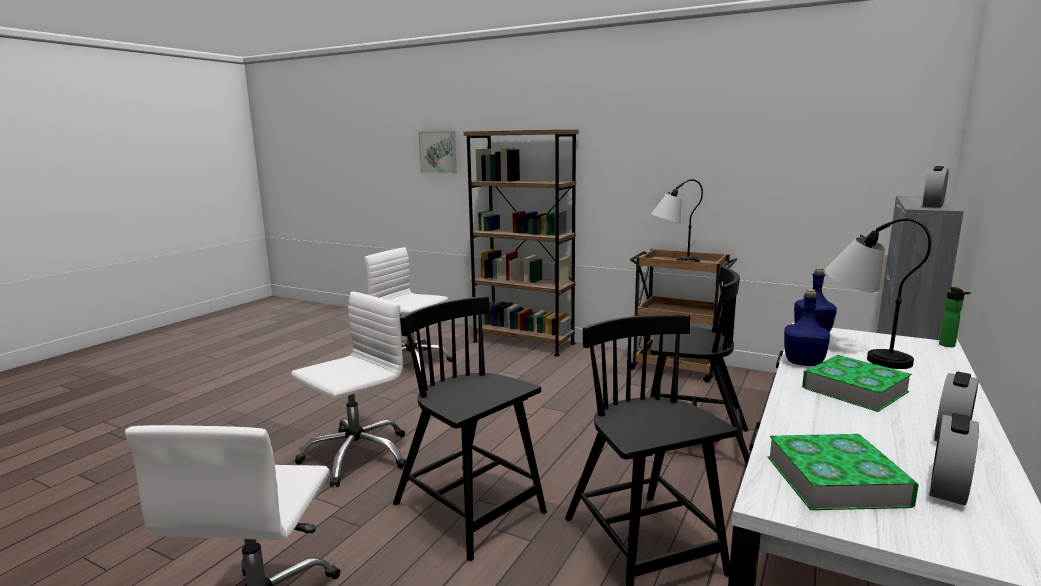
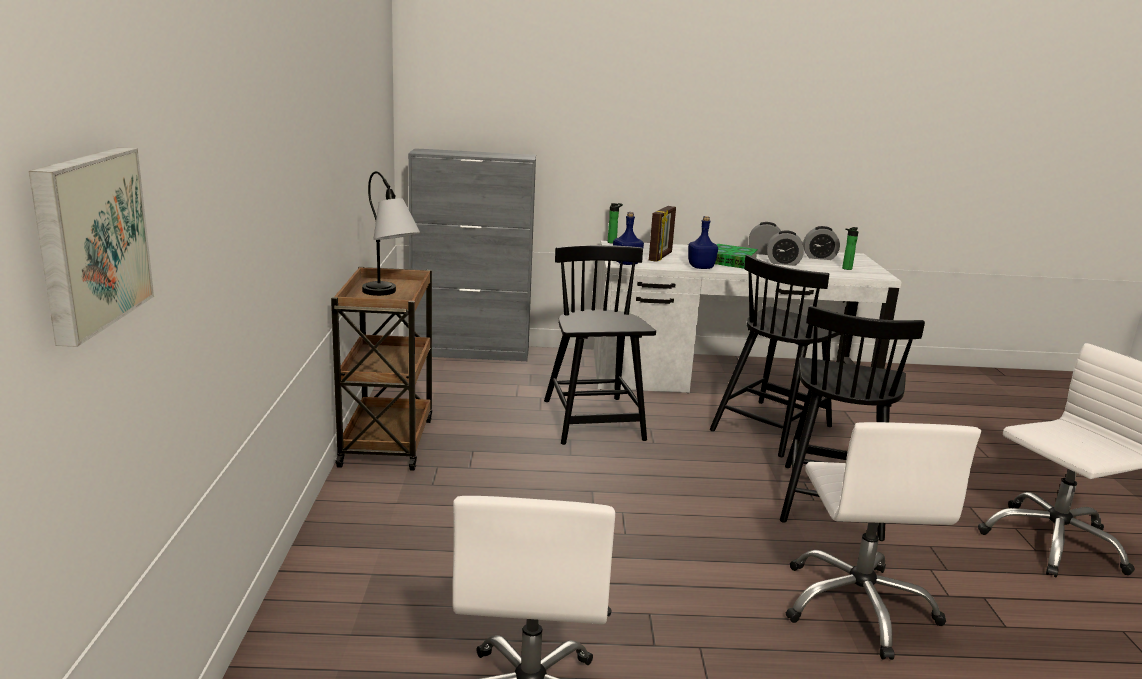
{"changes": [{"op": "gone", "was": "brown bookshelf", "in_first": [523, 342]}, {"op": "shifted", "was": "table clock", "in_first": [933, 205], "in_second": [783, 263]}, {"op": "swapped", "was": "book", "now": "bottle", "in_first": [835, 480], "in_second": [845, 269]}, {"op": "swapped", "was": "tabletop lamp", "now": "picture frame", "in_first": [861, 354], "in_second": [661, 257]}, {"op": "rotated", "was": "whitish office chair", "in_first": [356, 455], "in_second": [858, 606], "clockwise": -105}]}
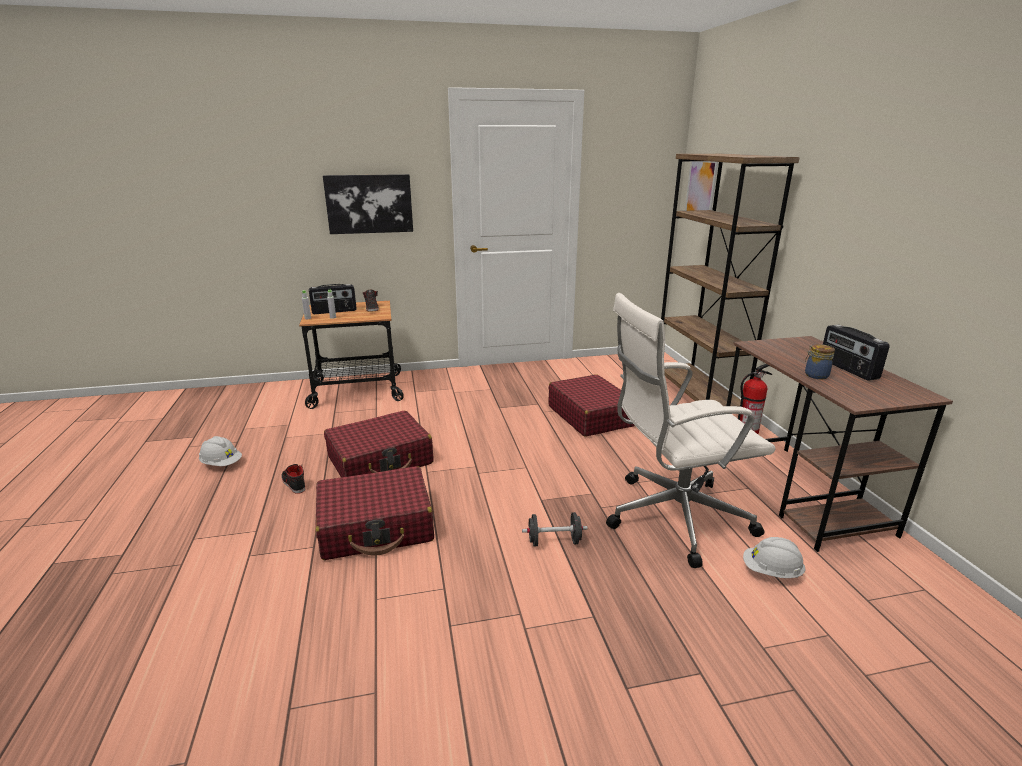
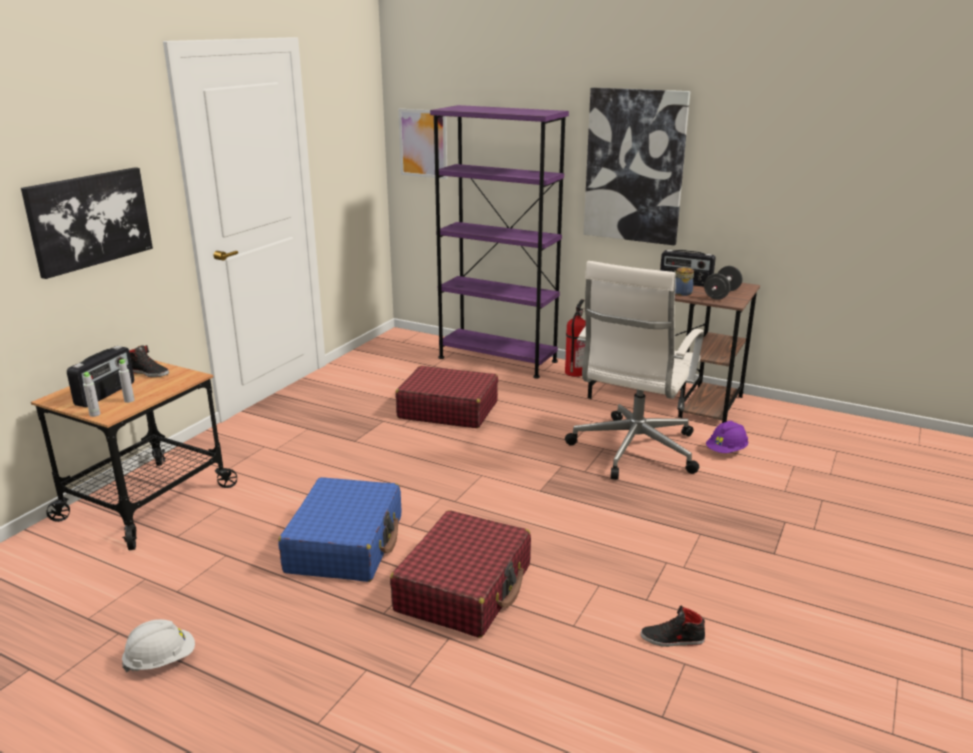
{"changes": [{"op": "new", "now": "picture", "in_second": [635, 166]}, {"op": "shifted", "was": "blackish item of footwear", "in_first": [293, 483], "in_second": [672, 639]}, {"op": "shifted", "was": "blackish hand weight", "in_first": [554, 541], "in_second": [721, 294]}, {"op": "repainted", "was": "red-coloured suitcase", "now": "blue-coloured suitcase", "in_first": [380, 460], "in_second": [346, 544]}, {"op": "repainted", "was": "brown bookshelf", "now": "purple bookshelf", "in_first": [696, 399], "in_second": [497, 359]}, {"op": "repainted", "was": "whitish safety helmet", "now": "purple safety helmet", "in_first": [771, 572], "in_second": [726, 451]}]}
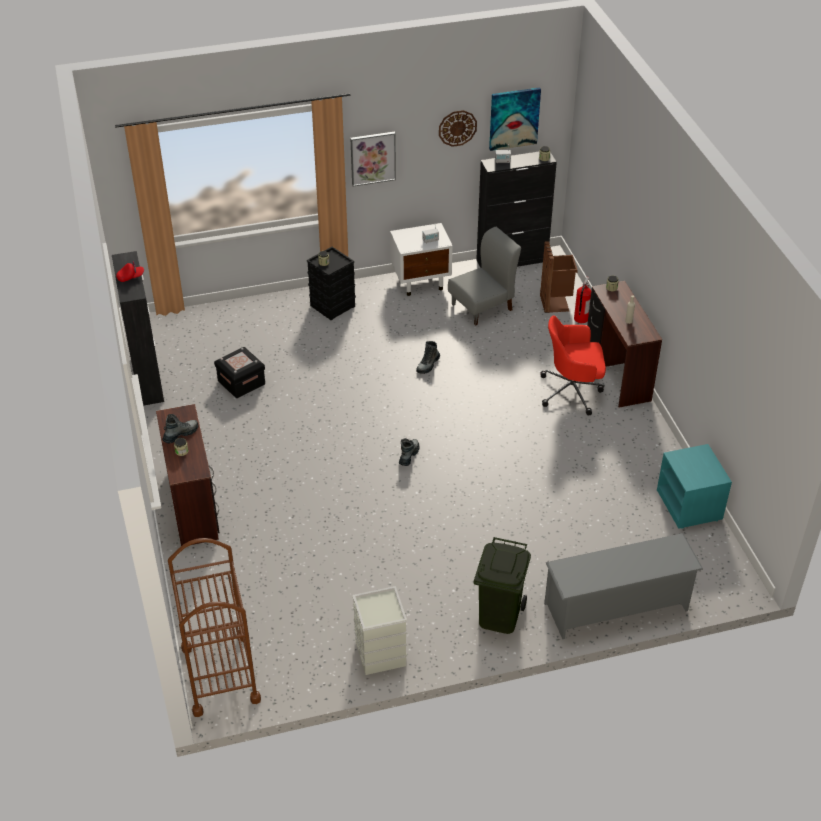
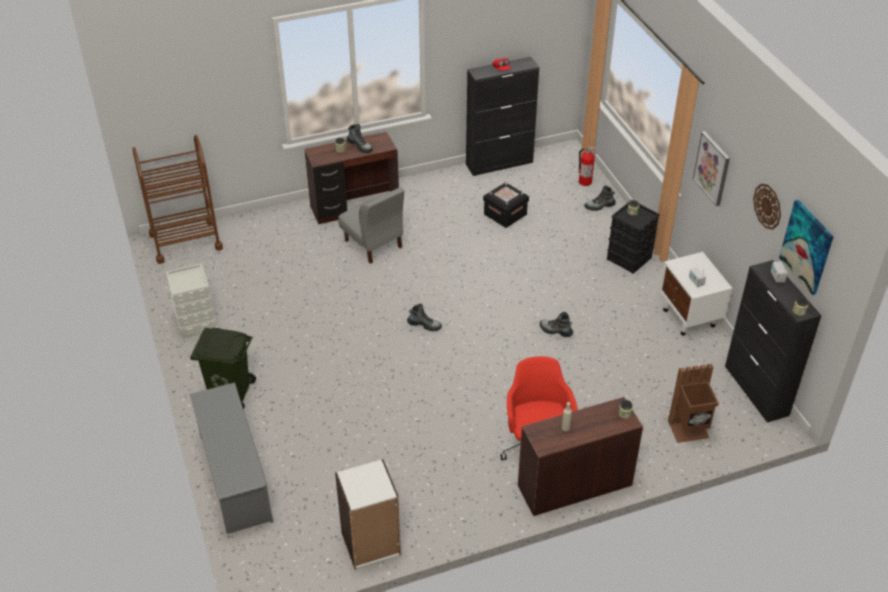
{"changes": [{"op": "new", "now": "boot", "in_second": [599, 206]}, {"op": "shifted", "was": "gray upright chair", "in_first": [482, 307], "in_second": [373, 244]}, {"op": "shifted", "was": "fire-fighting cylinder", "in_first": [580, 319], "in_second": [585, 182]}, {"op": "swapped", "was": "turquoise-coloured bedside table", "now": "whitish bookshelf", "in_first": [690, 505], "in_second": [371, 544]}]}
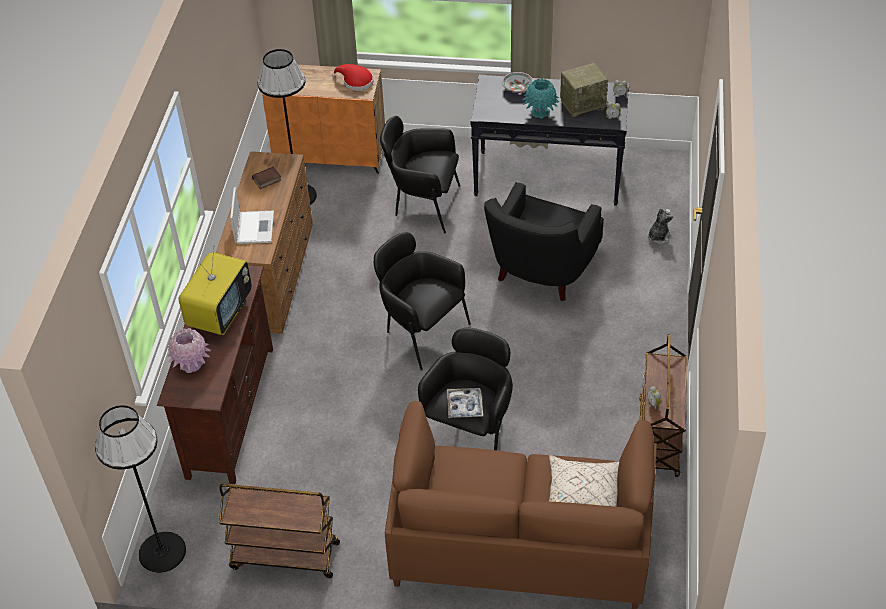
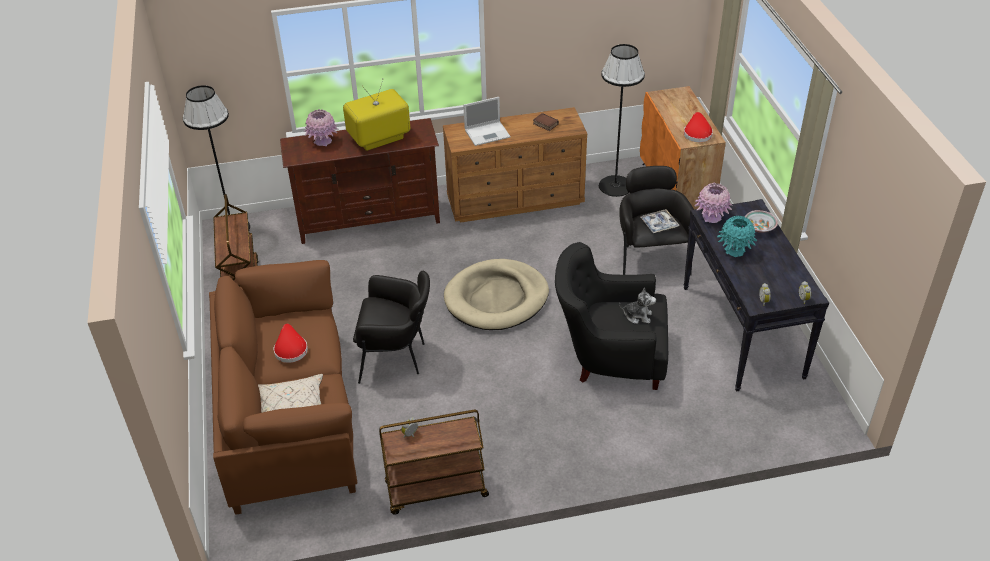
{"changes": [{"op": "gone", "was": "radio receiver", "in_first": [583, 103]}, {"op": "new", "now": "red-coloured hat", "in_second": [290, 349]}, {"op": "new", "now": "pink flower vase", "in_second": [711, 217]}, {"op": "shifted", "was": "serving tray", "in_first": [464, 406], "in_second": [659, 224]}, {"op": "shifted", "was": "soft toy", "in_first": [658, 236], "in_second": [637, 316]}, {"op": "swapped", "was": "blackish armchair", "now": "sand-coloured dog bed", "in_first": [420, 331], "in_second": [496, 298]}, {"op": "rotated", "was": "TV set", "in_first": [220, 313], "in_second": [379, 139], "clockwise": 150}]}
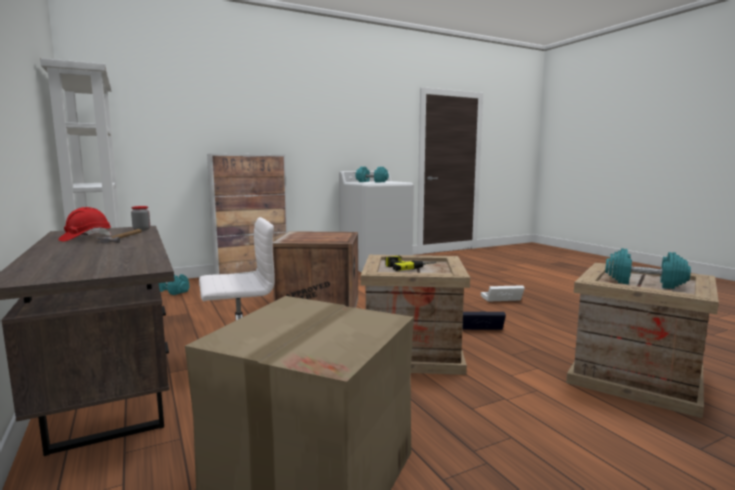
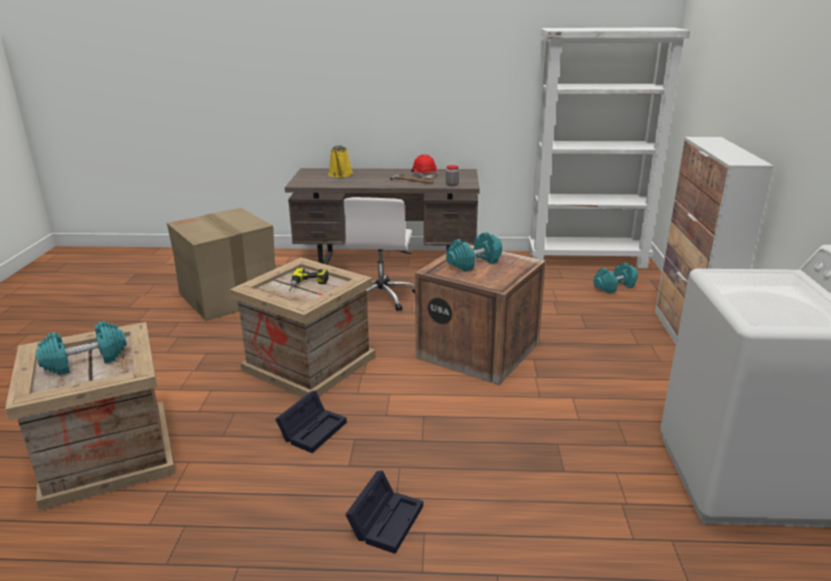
{"changes": [{"op": "new", "now": "yellow sprinkling can", "in_second": [340, 175]}, {"op": "shifted", "was": "turquoise-coloured hand weight", "in_first": [371, 182], "in_second": [474, 263]}, {"op": "repainted", "was": "whitish storage container", "now": "blackish storage container", "in_first": [500, 299], "in_second": [386, 519]}]}
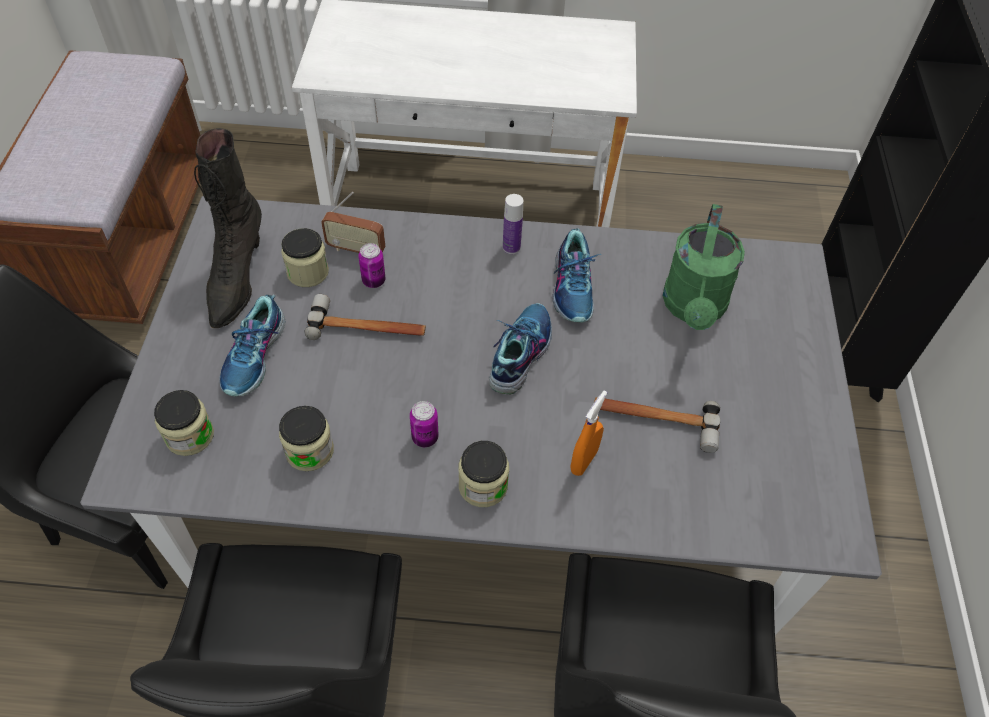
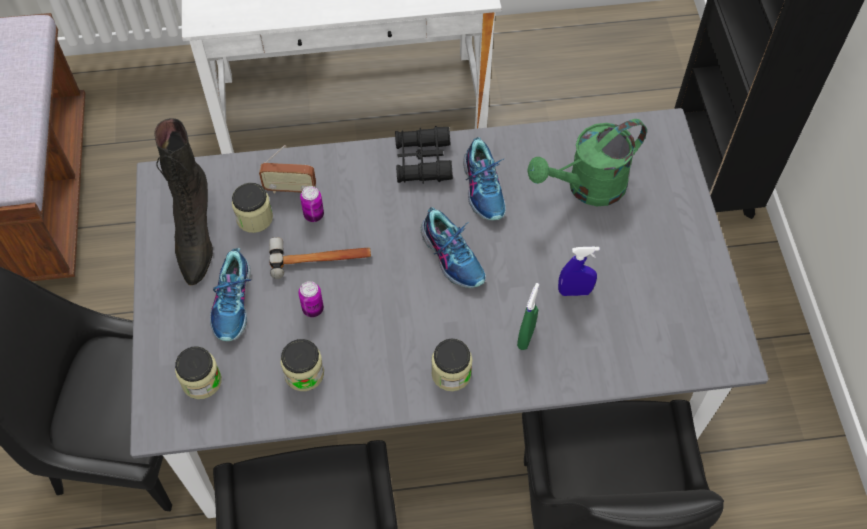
{"changes": [{"op": "shifted", "was": "metal can", "in_first": [425, 437], "in_second": [313, 309]}, {"op": "swapped", "was": "bottle", "now": "blackish pair of binoculars", "in_first": [511, 247], "in_second": [423, 161]}, {"op": "swapped", "was": "tool hammer", "now": "blue-coloured hand sprayer", "in_first": [654, 420], "in_second": [574, 292]}, {"op": "repainted", "was": "orange-coloured hand sprayer", "now": "green-coloured hand sprayer", "in_first": [584, 461], "in_second": [526, 337]}, {"op": "rotated", "was": "item of footwear", "in_first": [519, 353], "in_second": [453, 256], "clockwise": 135}, {"op": "rotated", "was": "green-coloured sprinkling can", "in_first": [694, 309], "in_second": [587, 188], "clockwise": 60}]}
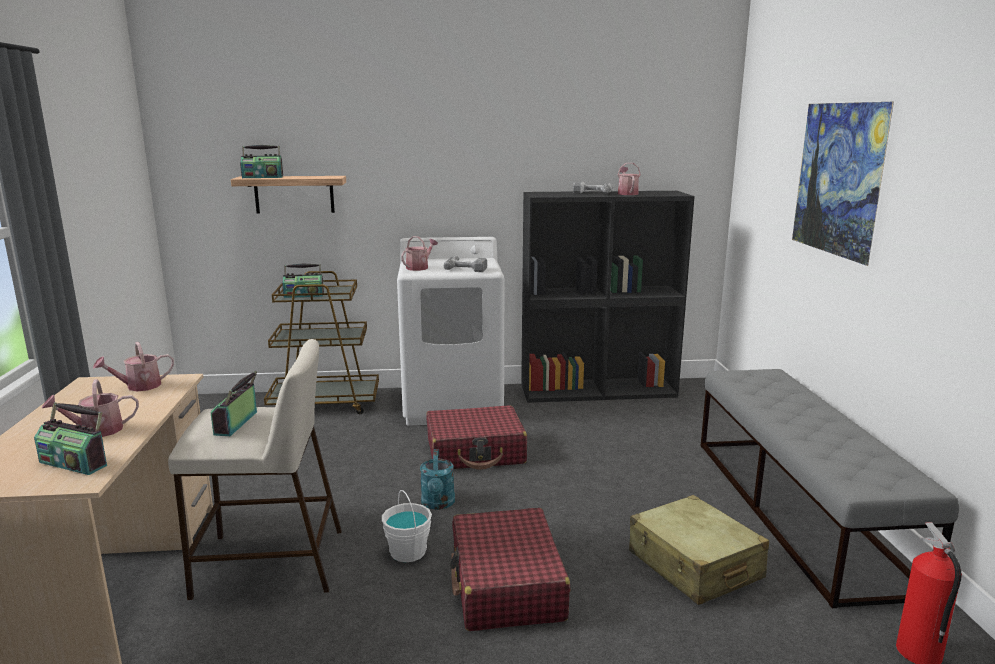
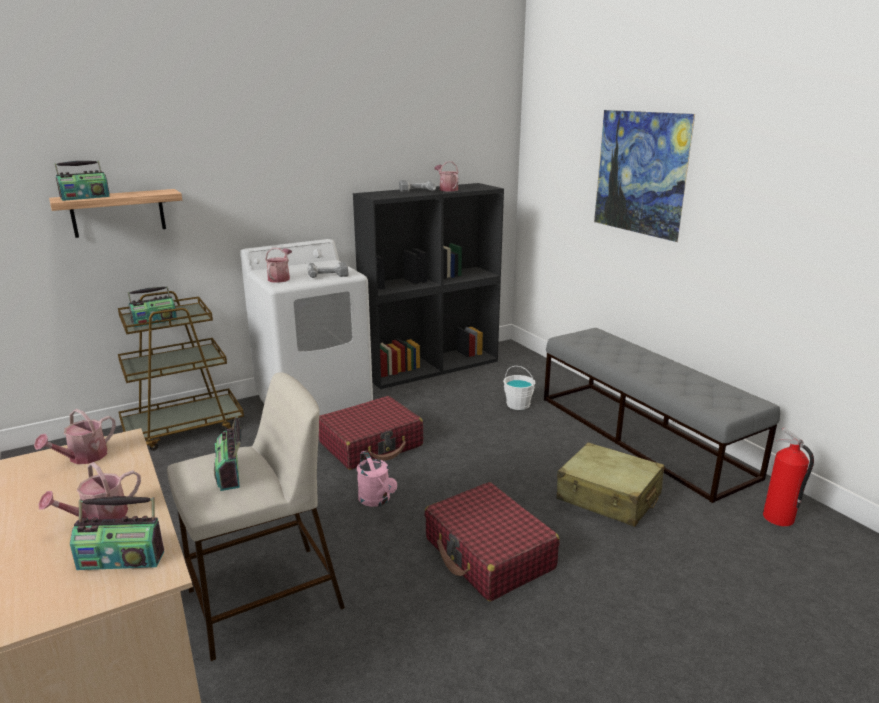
{"changes": [{"op": "shifted", "was": "whitish water bucket", "in_first": [408, 551], "in_second": [518, 404]}, {"op": "repainted", "was": "turquoise-coloured sprinkling can", "now": "pink sprinkling can", "in_first": [438, 504], "in_second": [377, 500]}]}
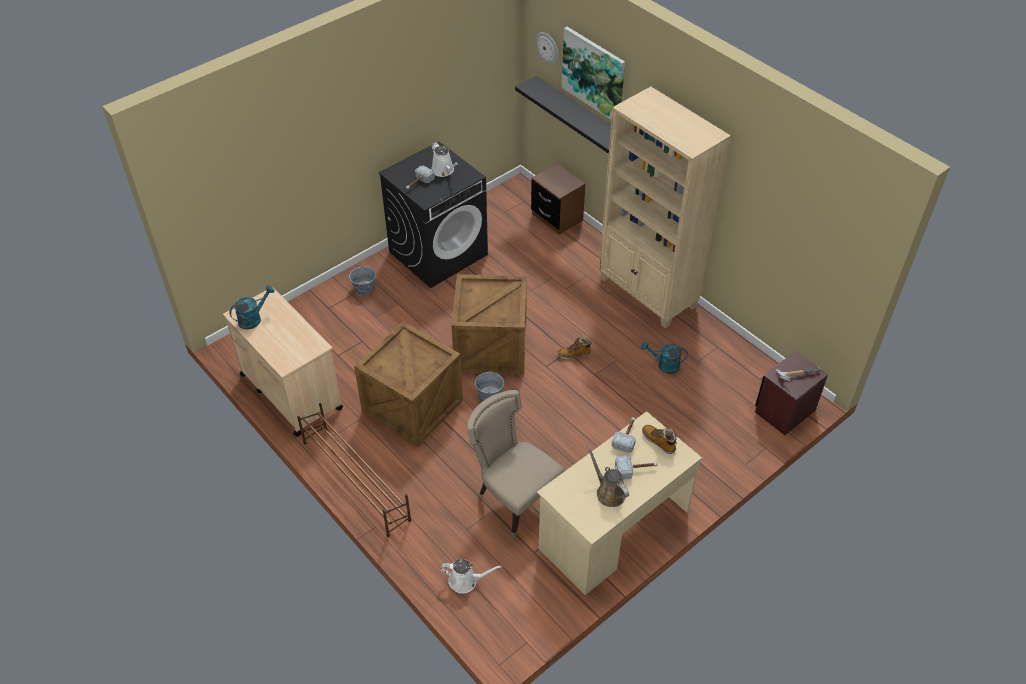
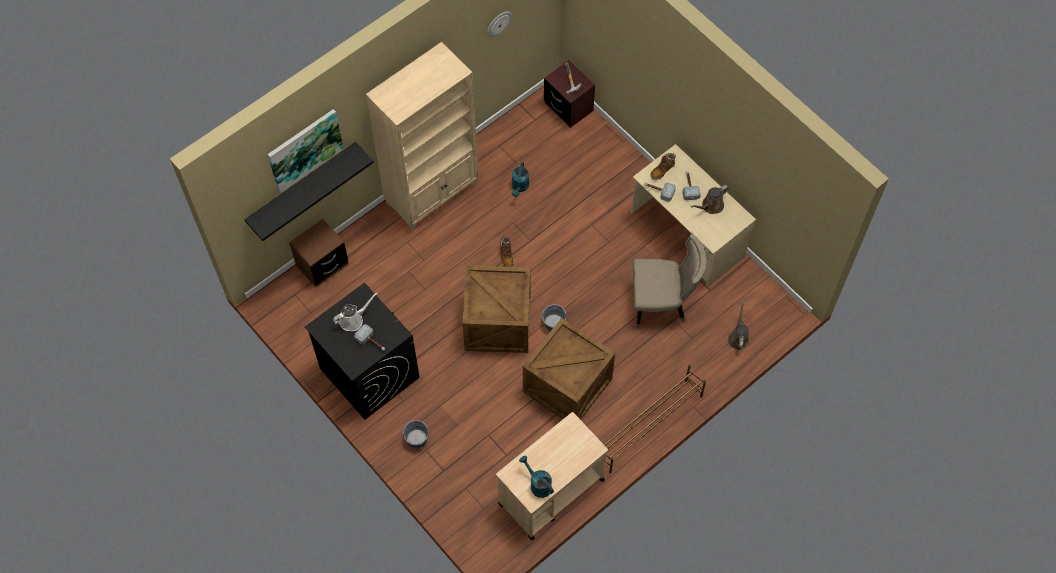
{"changes": [{"op": "shifted", "was": "hanging clock", "in_first": [548, 47], "in_second": [498, 23]}, {"op": "repainted", "was": "whitish sprinkling can", "now": "brown sprinkling can", "in_first": [466, 581], "in_second": [738, 337]}, {"op": "rotated", "was": "sand-coloured upright chair", "in_first": [513, 499], "in_second": [662, 304], "clockwise": -135}]}
